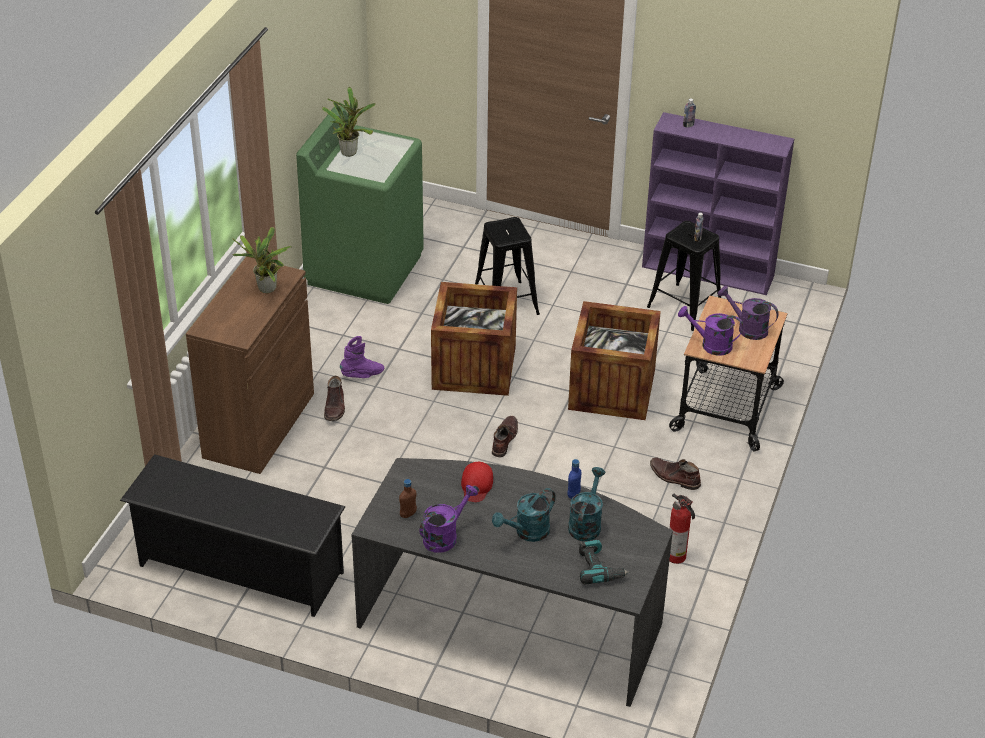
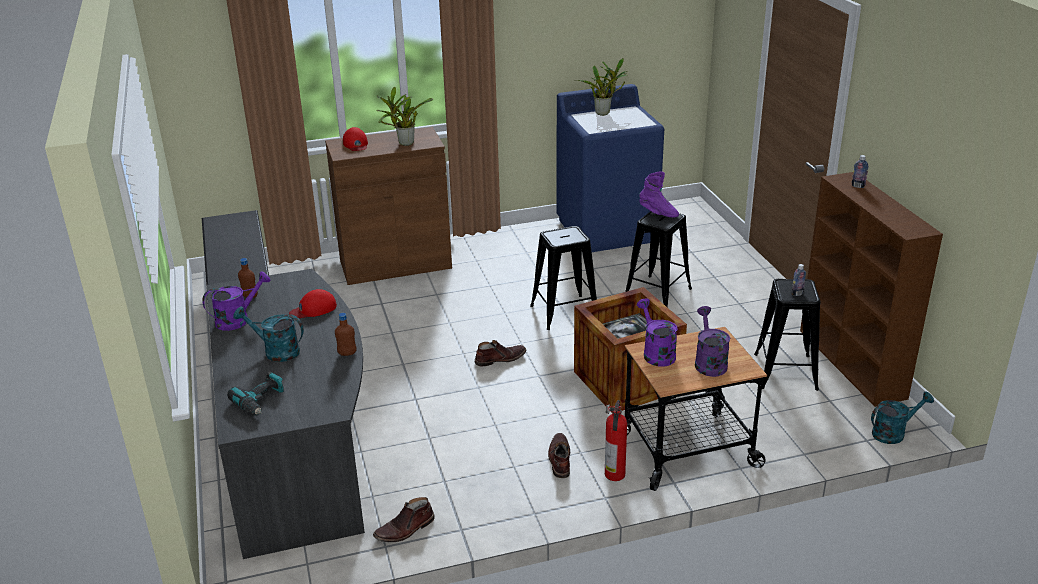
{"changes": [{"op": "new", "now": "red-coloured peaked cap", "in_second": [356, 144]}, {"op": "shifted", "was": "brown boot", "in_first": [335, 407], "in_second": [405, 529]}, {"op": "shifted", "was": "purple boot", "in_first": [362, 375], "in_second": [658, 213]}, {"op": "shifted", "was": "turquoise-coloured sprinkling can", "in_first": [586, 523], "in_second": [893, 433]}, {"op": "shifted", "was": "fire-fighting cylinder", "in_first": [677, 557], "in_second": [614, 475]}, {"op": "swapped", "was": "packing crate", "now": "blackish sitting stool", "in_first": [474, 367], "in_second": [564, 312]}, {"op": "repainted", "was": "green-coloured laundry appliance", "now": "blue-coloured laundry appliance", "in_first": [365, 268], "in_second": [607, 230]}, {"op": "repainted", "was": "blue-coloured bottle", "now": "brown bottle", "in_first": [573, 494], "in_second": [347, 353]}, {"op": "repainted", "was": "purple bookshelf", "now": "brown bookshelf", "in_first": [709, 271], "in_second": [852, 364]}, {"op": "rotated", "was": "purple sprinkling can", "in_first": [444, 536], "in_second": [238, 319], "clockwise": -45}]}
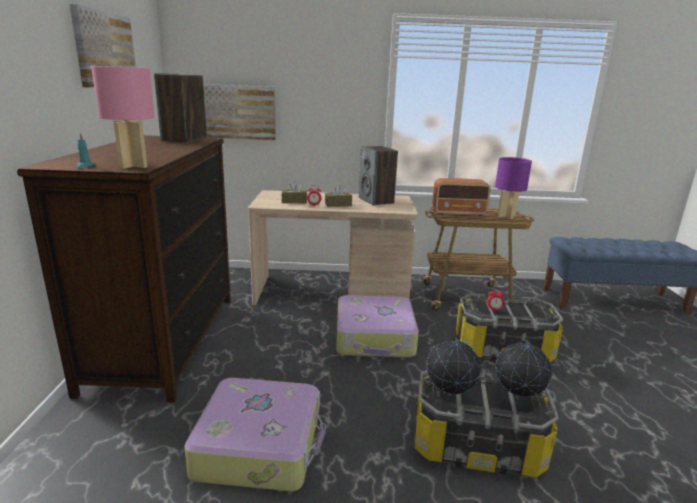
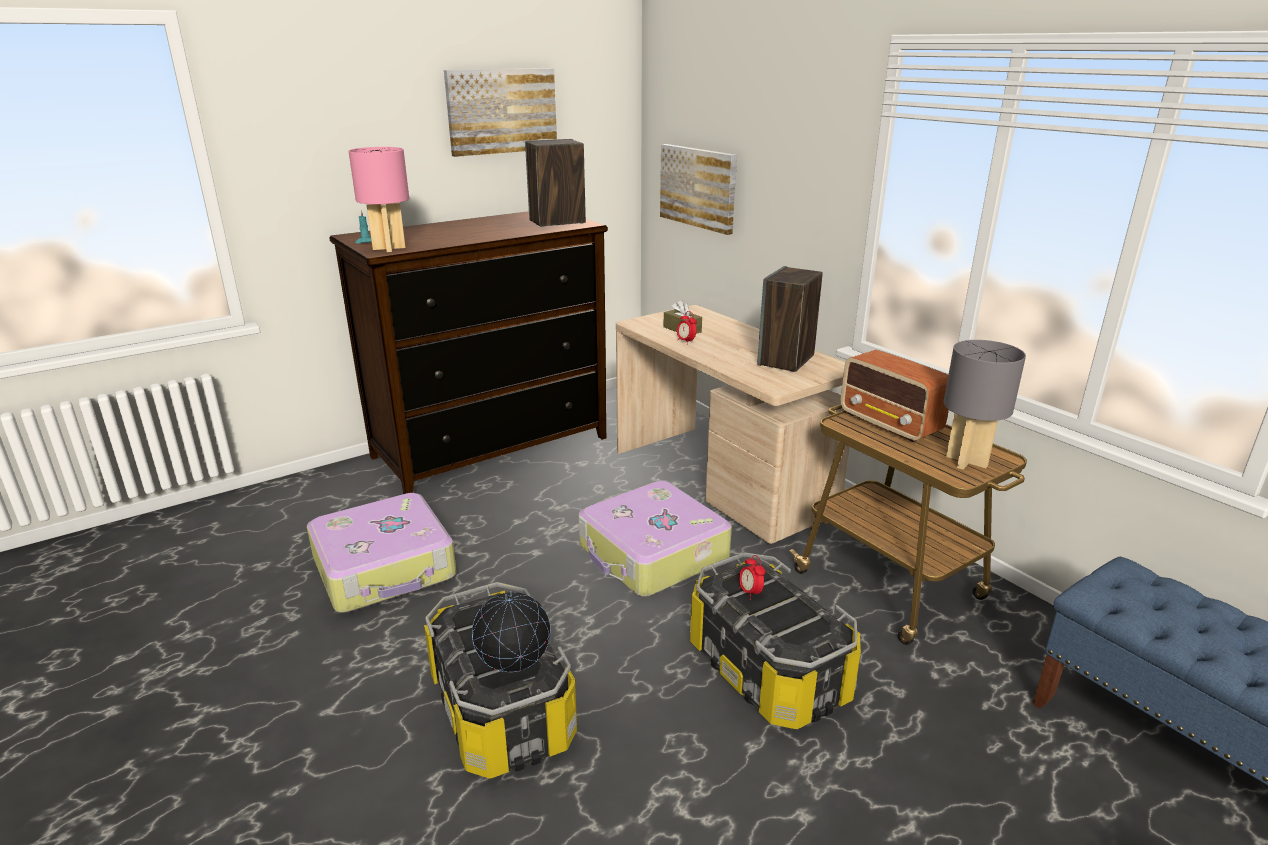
{"changes": [{"op": "gone", "was": "brown tissue box", "in_first": [338, 204]}, {"op": "gone", "was": "globe", "in_first": [449, 395]}, {"op": "repainted", "was": "purple tabletop lamp", "now": "gray tabletop lamp", "in_first": [506, 216], "in_second": [966, 461]}]}
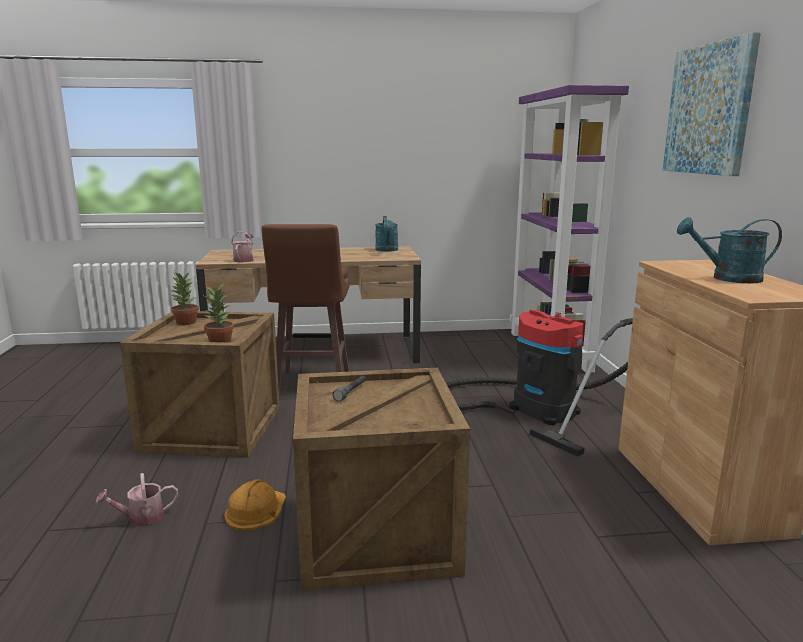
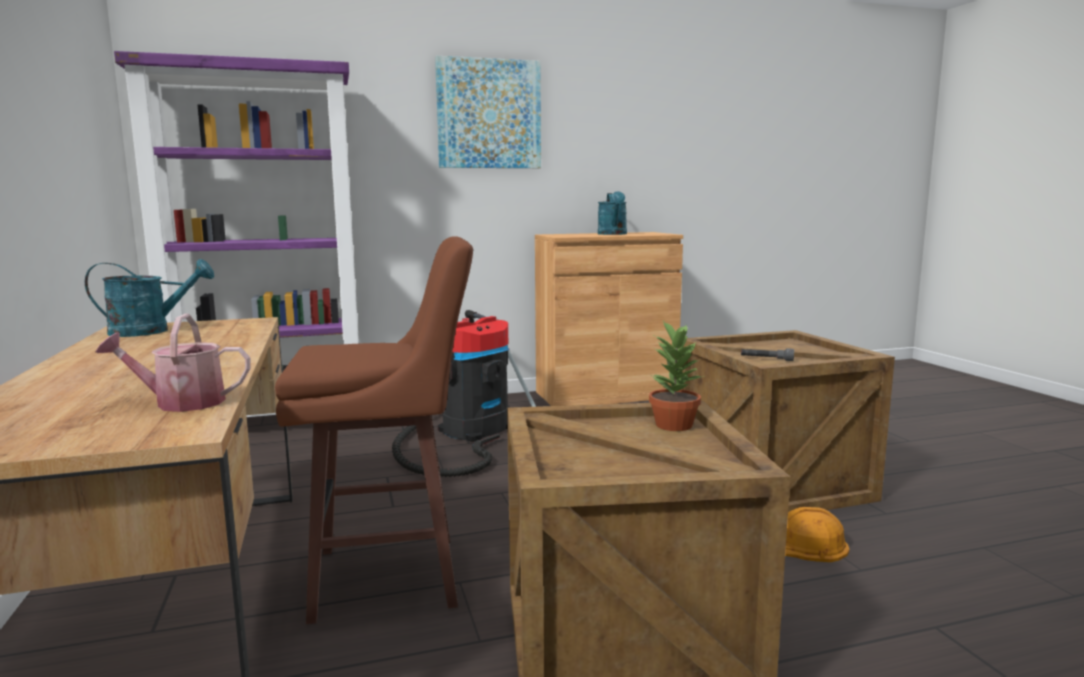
{"changes": [{"op": "gone", "was": "sprinkling can", "in_first": [141, 518]}, {"op": "gone", "was": "potted plant", "in_first": [185, 322]}]}
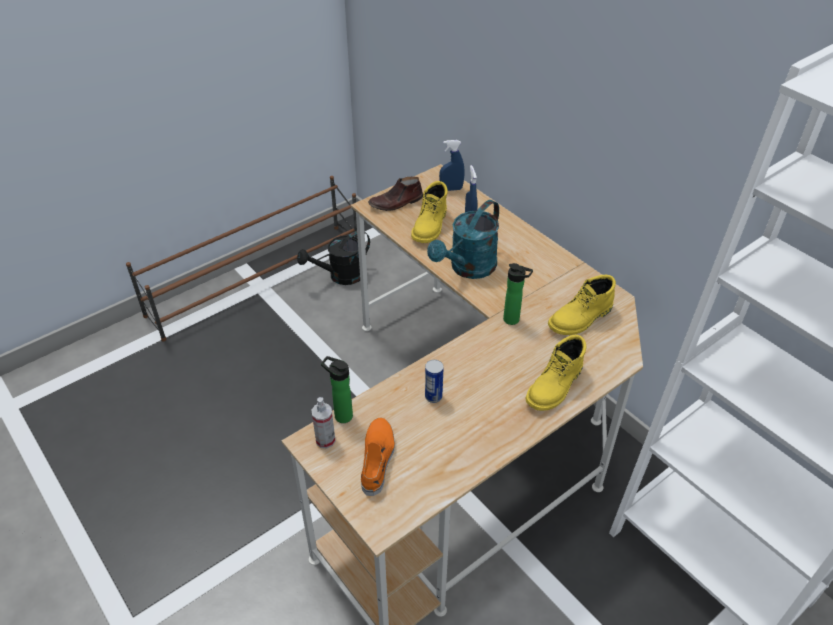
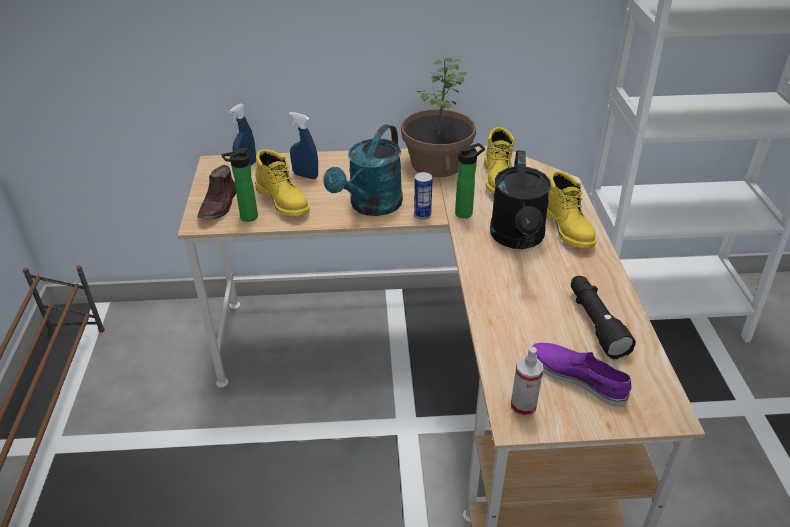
{"changes": [{"op": "new", "now": "potted plant", "in_second": [436, 163]}, {"op": "new", "now": "blackish hand torch", "in_second": [595, 323]}, {"op": "shifted", "was": "blackish sprinkling can", "in_first": [341, 276], "in_second": [518, 239]}, {"op": "shifted", "was": "bottle", "in_first": [341, 415], "in_second": [246, 217]}, {"op": "shifted", "was": "metal can", "in_first": [433, 396], "in_second": [422, 215]}, {"op": "repainted", "was": "orange-coloured item of footwear", "now": "purple item of footwear", "in_first": [377, 459], "in_second": [577, 377]}, {"op": "rotated", "was": "turquoise-coloured sprinkling can", "in_first": [468, 269], "in_second": [371, 206], "clockwise": 45}]}
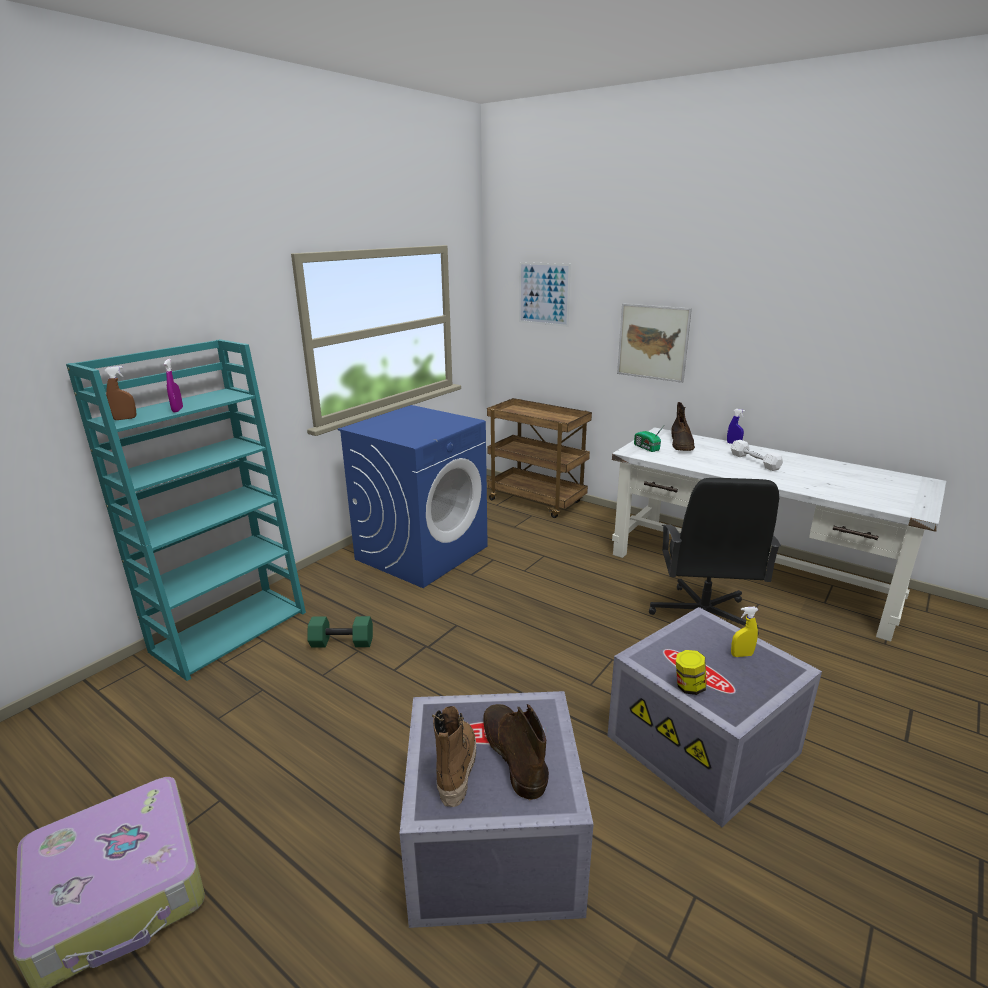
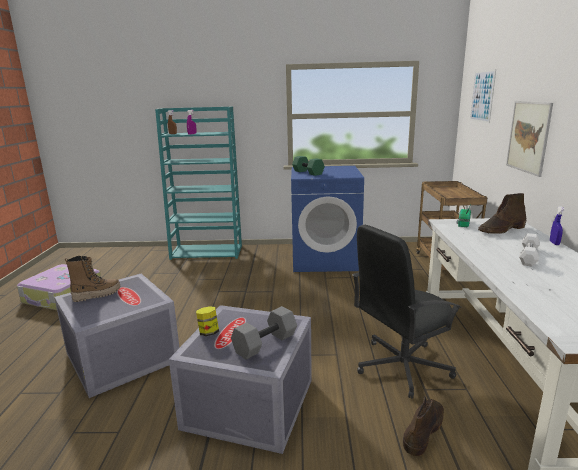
{"changes": [{"op": "shifted", "was": "green-coloured hand weight", "in_first": [341, 643], "in_second": [307, 172]}, {"op": "shifted", "was": "brown boot", "in_first": [513, 753], "in_second": [424, 429]}, {"op": "swapped", "was": "yellow hand sprayer", "now": "gray hand weight", "in_first": [741, 655], "in_second": [265, 343]}]}
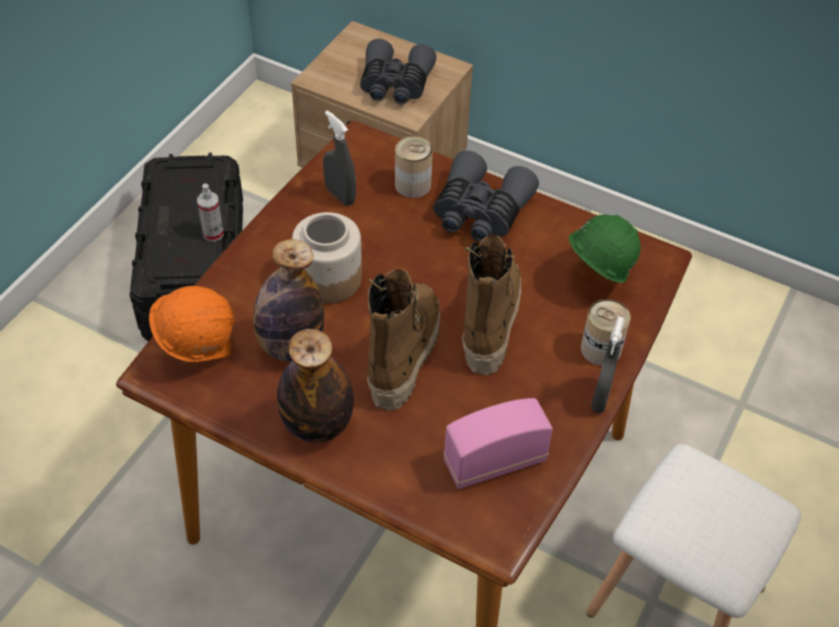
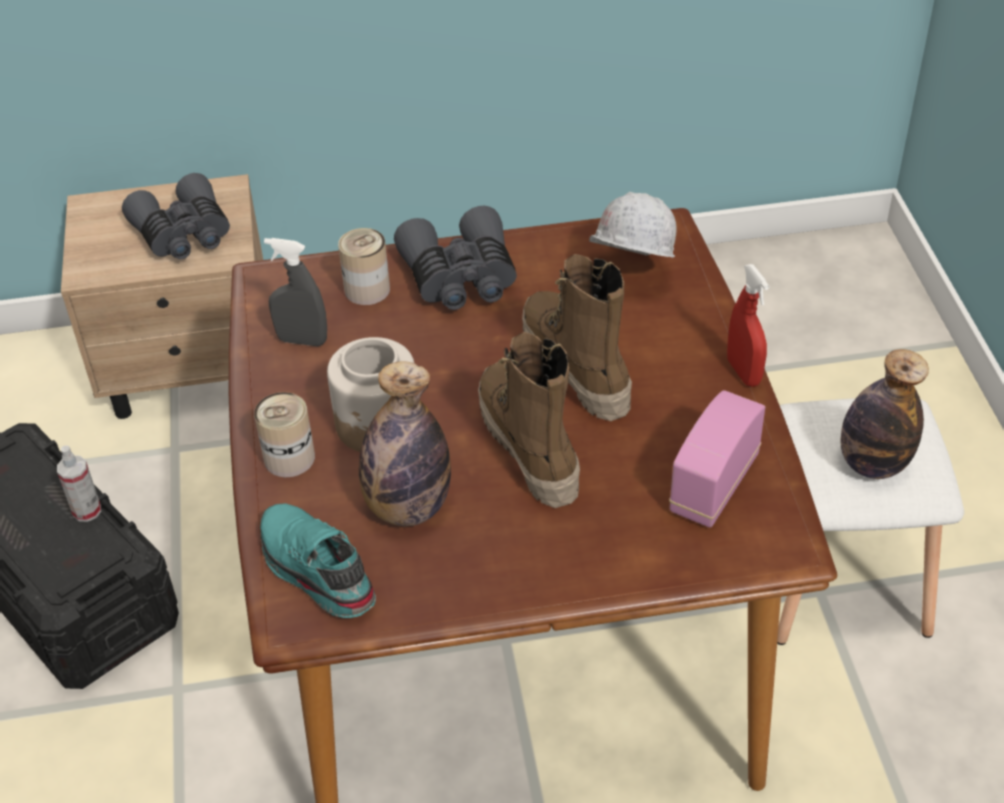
{"changes": [{"op": "shifted", "was": "bottle", "in_first": [317, 425], "in_second": [873, 464]}, {"op": "shifted", "was": "metal can", "in_first": [601, 349], "in_second": [289, 458]}, {"op": "swapped", "was": "orange-coloured safety helmet", "now": "turquoise-coloured item of footwear", "in_first": [199, 349], "in_second": [314, 571]}, {"op": "repainted", "was": "green-coloured safety helmet", "now": "whitish safety helmet", "in_first": [595, 277], "in_second": [629, 275]}, {"op": "repainted", "was": "gray hand sprayer", "now": "red-coloured hand sprayer", "in_first": [600, 397], "in_second": [743, 372]}]}
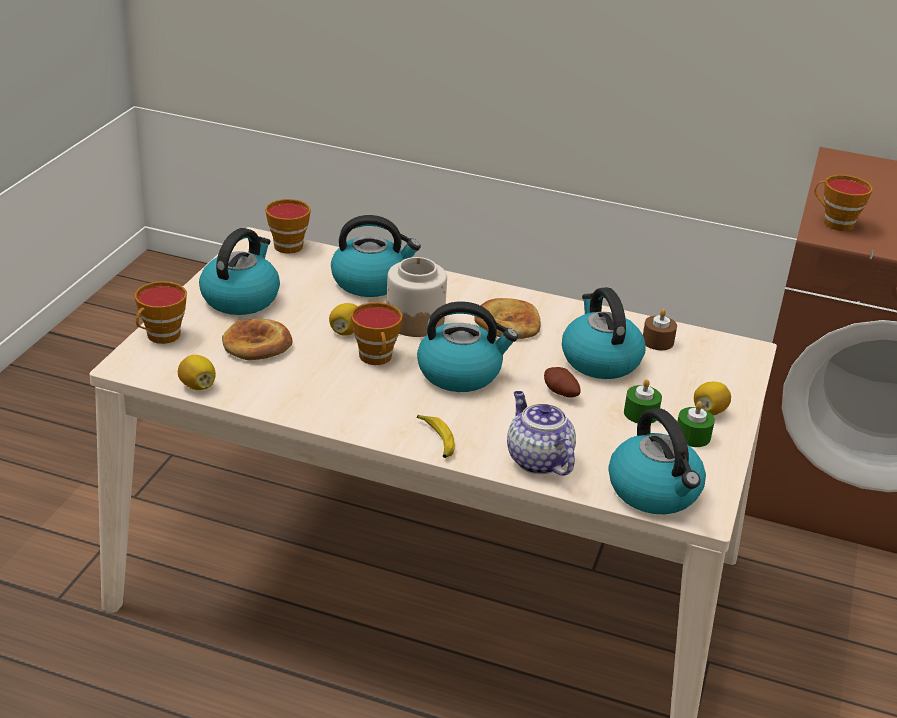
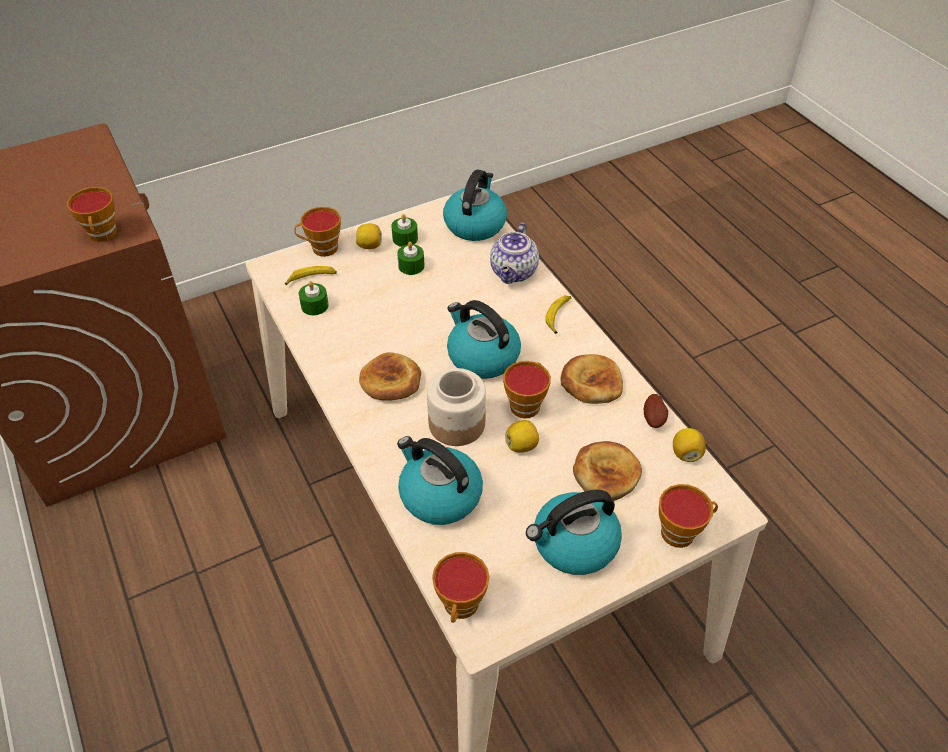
{"changes": [{"op": "gone", "was": "tea kettle", "in_first": [599, 360]}, {"op": "new", "now": "banana", "in_second": [311, 278]}, {"op": "new", "now": "small cup", "in_second": [321, 249]}, {"op": "new", "now": "baked bread", "in_second": [591, 382]}, {"op": "shifted", "was": "spud", "in_first": [559, 393], "in_second": [654, 418]}, {"op": "repainted", "was": "brown wax candle", "now": "green-coloured wax candle", "in_first": [657, 341], "in_second": [314, 305]}]}
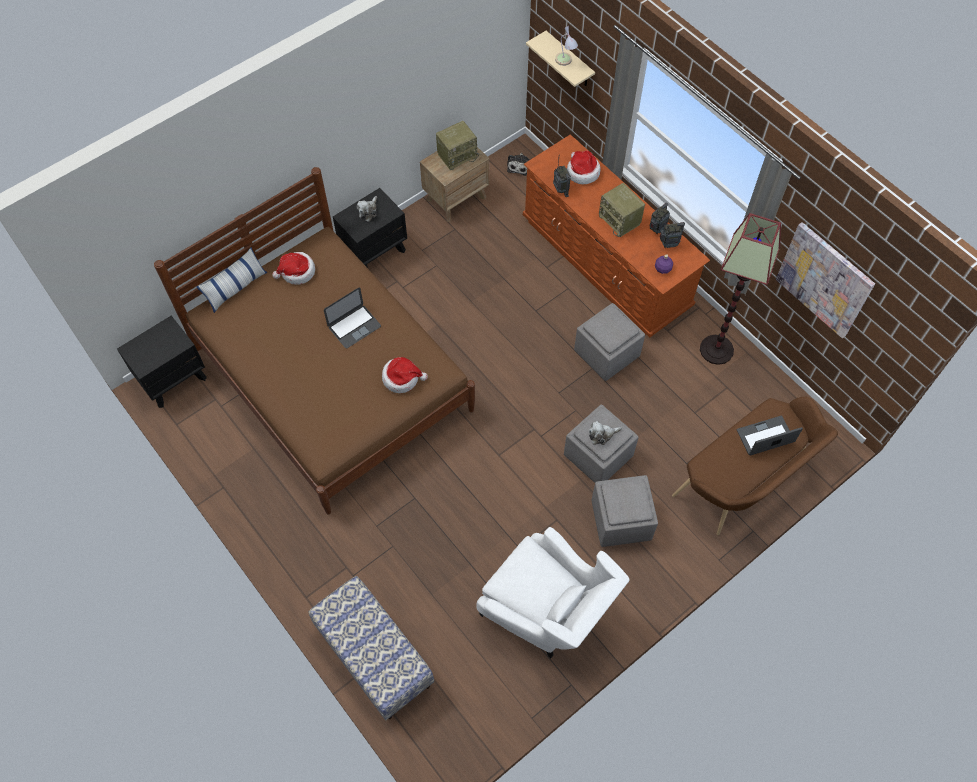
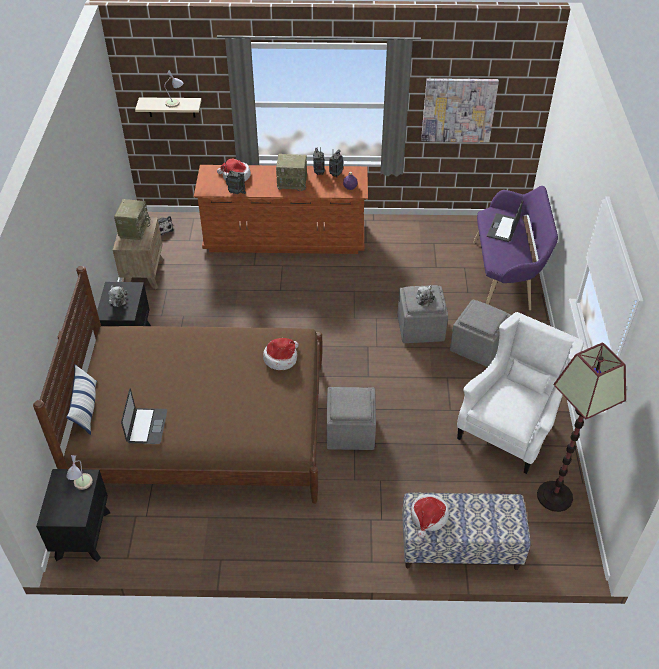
{"changes": [{"op": "new", "now": "tabletop lamp", "in_second": [81, 485]}, {"op": "shifted", "was": "hat", "in_first": [297, 272], "in_second": [428, 517]}, {"op": "shifted", "was": "portable computer", "in_first": [354, 326], "in_second": [147, 426]}, {"op": "shifted", "was": "gray footrest", "in_first": [606, 353], "in_second": [350, 431]}, {"op": "shifted", "was": "floor lamp", "in_first": [716, 350], "in_second": [555, 496]}, {"op": "repainted", "was": "brown indoor bench", "now": "purple indoor bench", "in_first": [744, 482], "in_second": [506, 276]}, {"op": "rotated", "was": "whitish armchair", "in_first": [546, 613], "in_second": [511, 426], "clockwise": -45}]}
